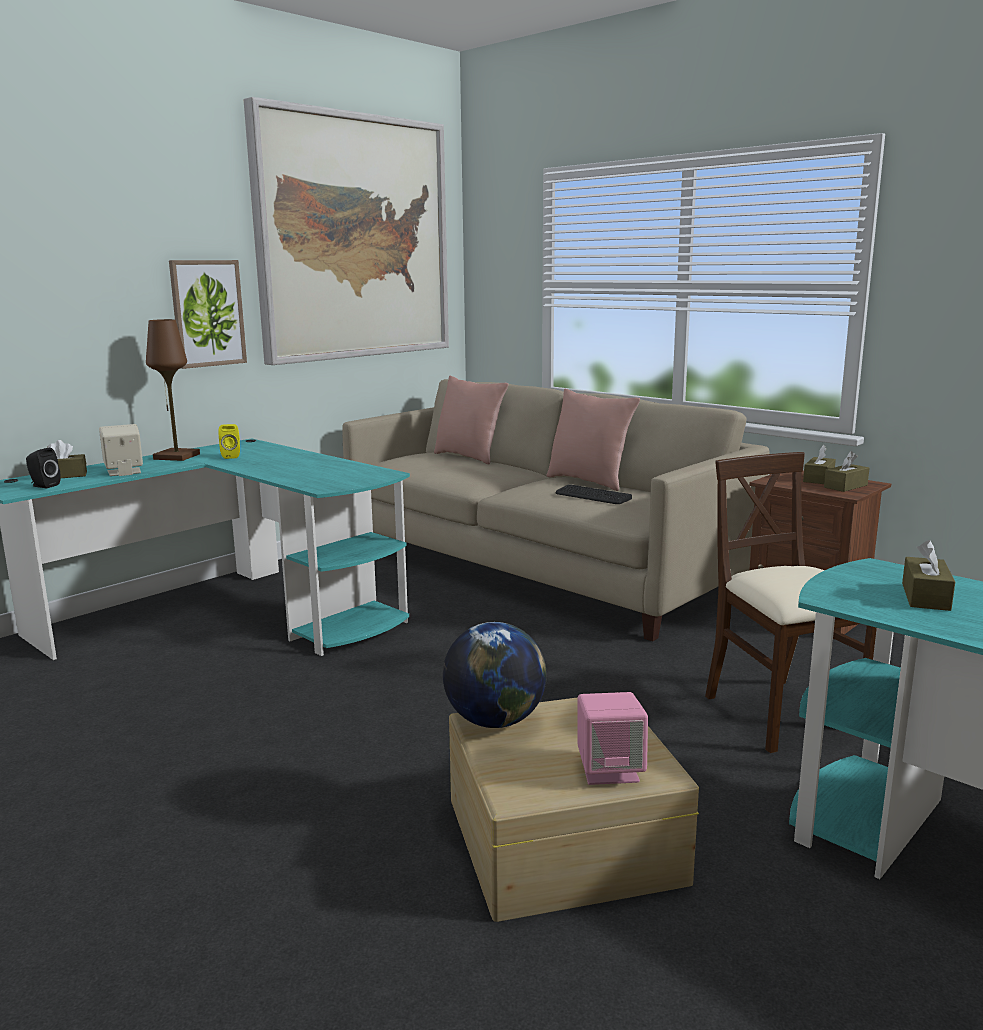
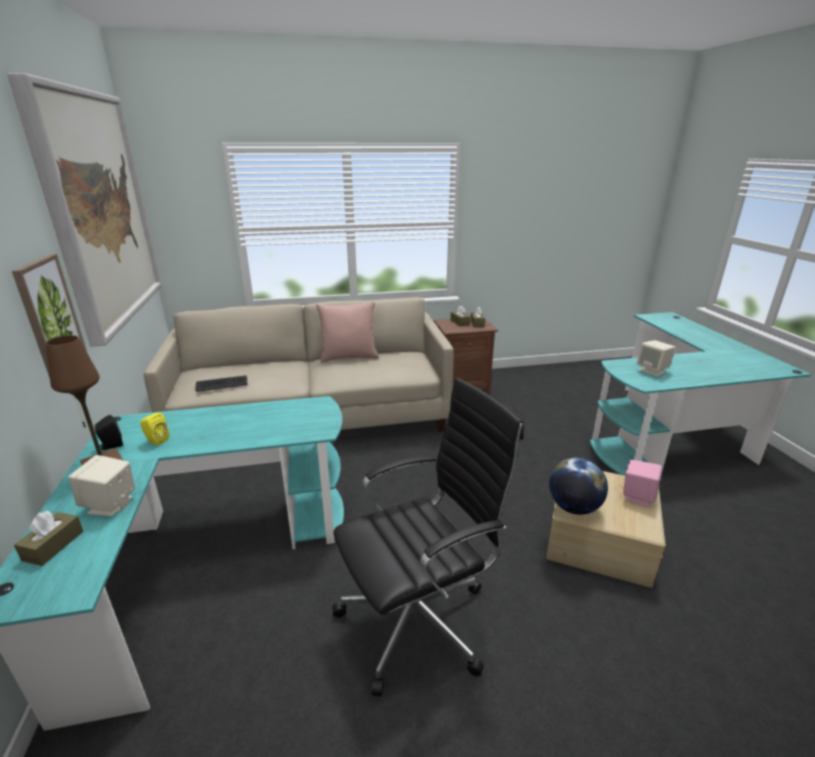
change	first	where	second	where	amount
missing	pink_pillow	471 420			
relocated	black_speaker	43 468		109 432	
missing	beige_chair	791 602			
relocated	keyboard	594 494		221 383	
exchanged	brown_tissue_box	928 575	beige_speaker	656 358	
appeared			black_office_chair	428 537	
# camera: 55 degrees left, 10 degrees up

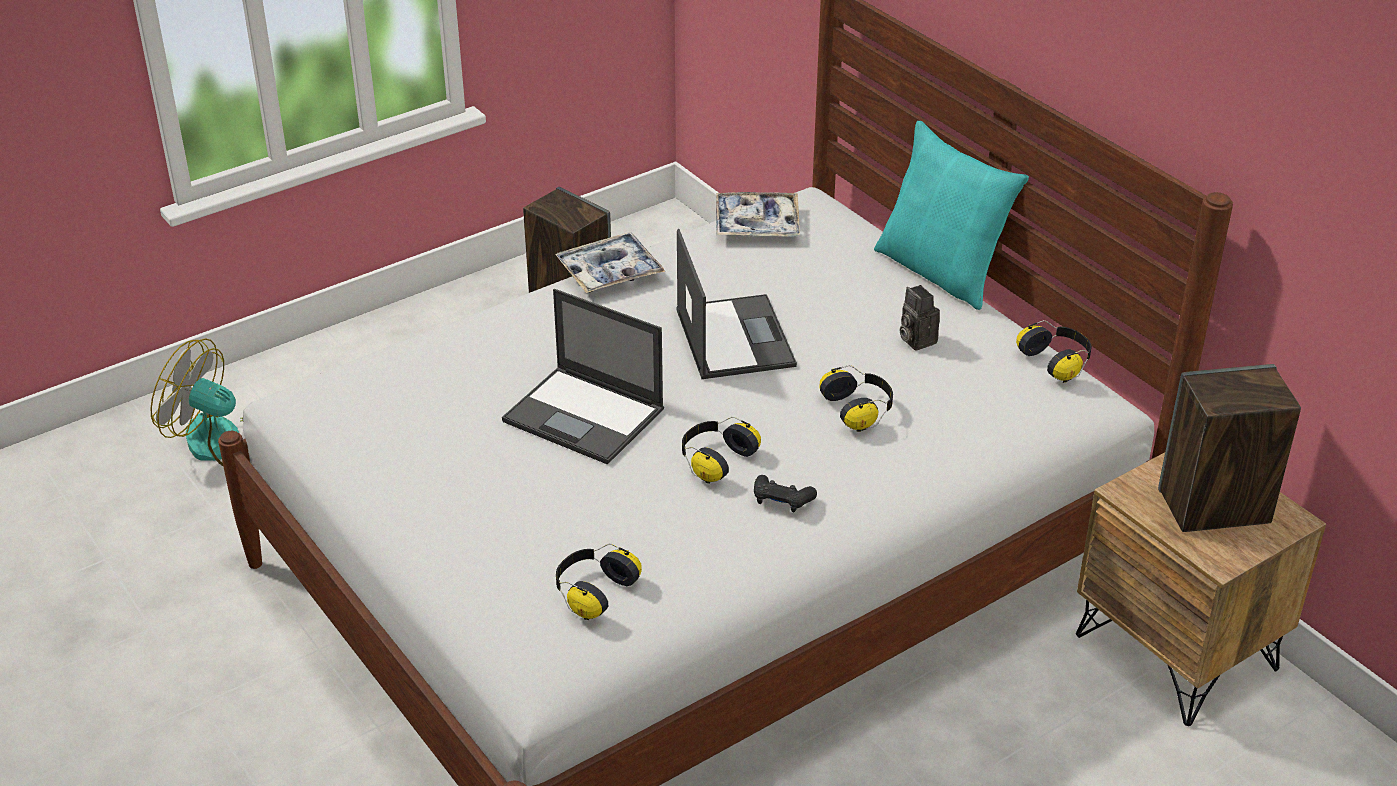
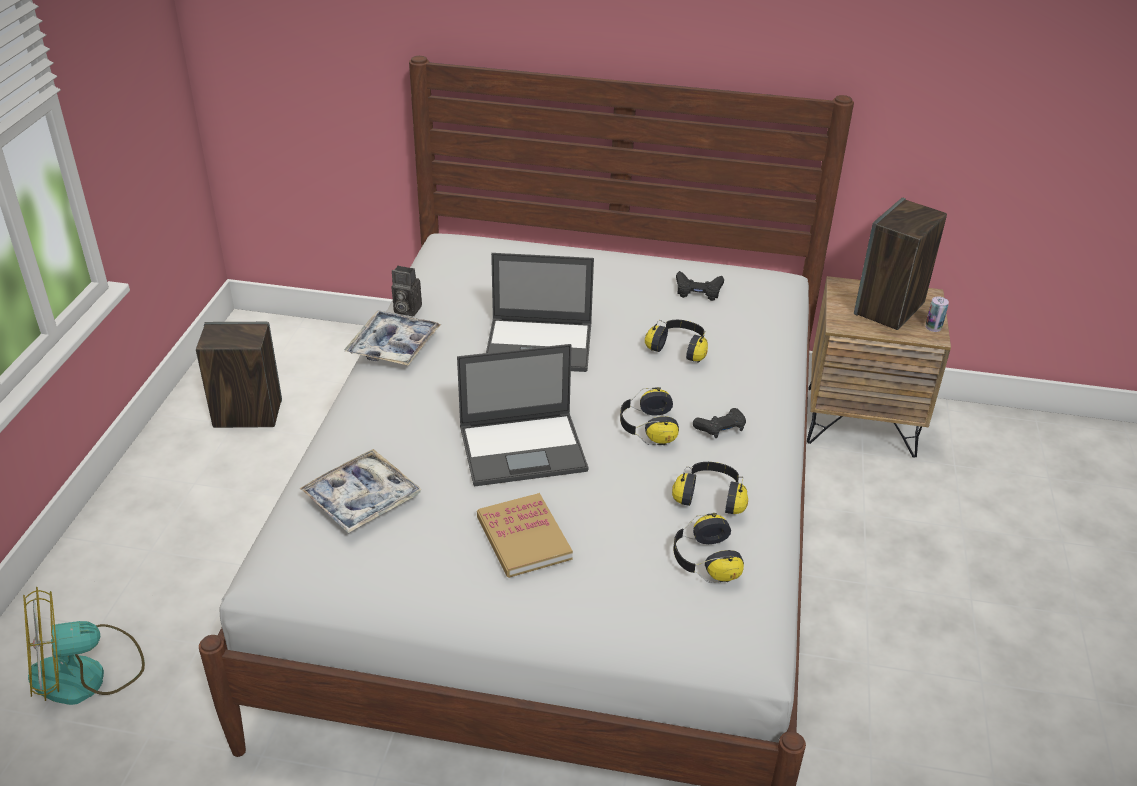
change	first	where	second	where	amount
missing	turquoise_pillow	951 215			
relocated	tray	758 214		360 491	
spun	laptop	736 304		540 312	150 degrees clockwise
relocated	photo_camera	919 318		406 291	
relocated	headphones	1054 351		710 488	
appeared			black_game_controller	700 286	
appeared			can	937 314	
appeared			book	525 535	
# camera: 45 degrees left, 0 degrees up

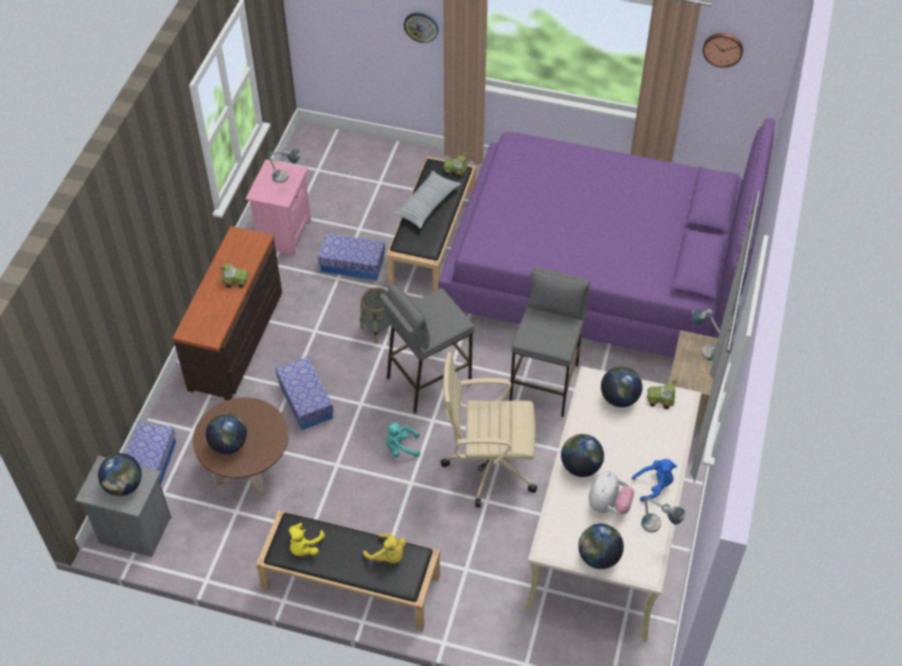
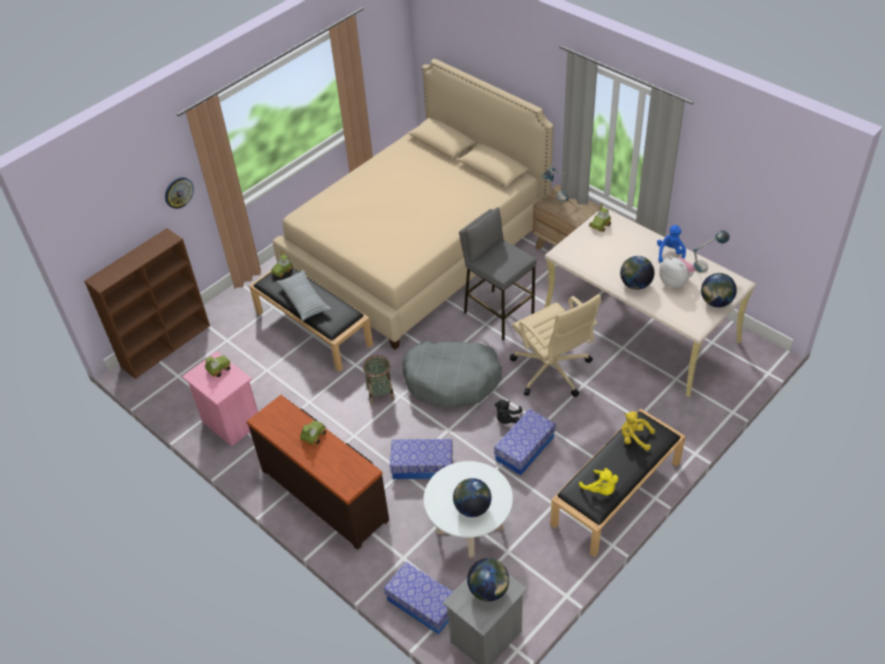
change	first	where	second	where	amount
missing	wall_clock	723 50			
colour	purple_bed	606 238	beige_bed	413 204	
exchanged	table_lamp	284 166	toy_car	217 366	
relocated	storage_box	351 257		525 442	
exchanged	grey_stool	427 349	grey_dog_bed	452 374	
spun	beige_office_chair	489 429		555 345	60 degrees counterclockwise
missing	globe	621 386			
colour	brown_coffee_table	241 447	white_coffee_table	468 509	
colour	turquoise_plush_toy	402 439	black_plush_toy	508 412	
spun	yellow_plush_toy	384 548		638 431	135 degrees counterclockwise
appeared			brown_bookcase	147 303	
# camera: 60 degrees left, 5 degrees down

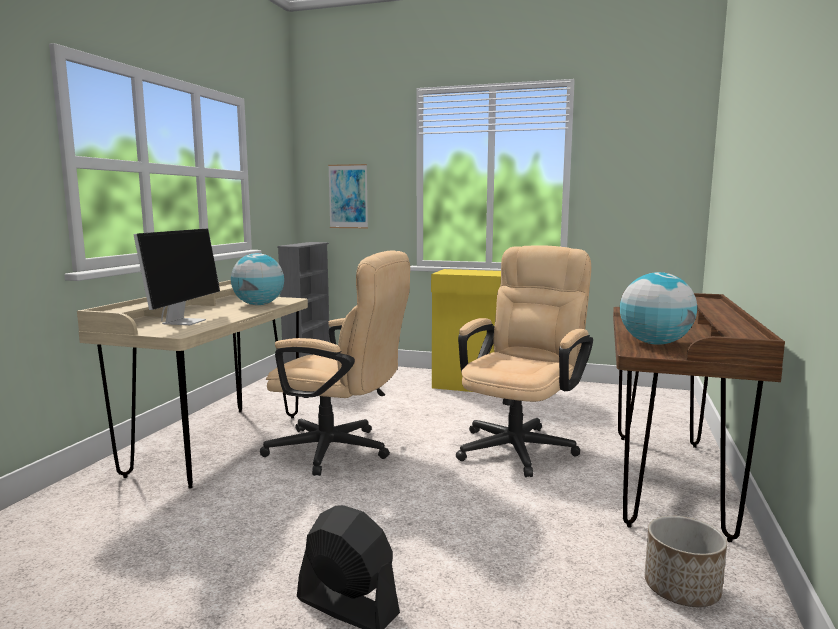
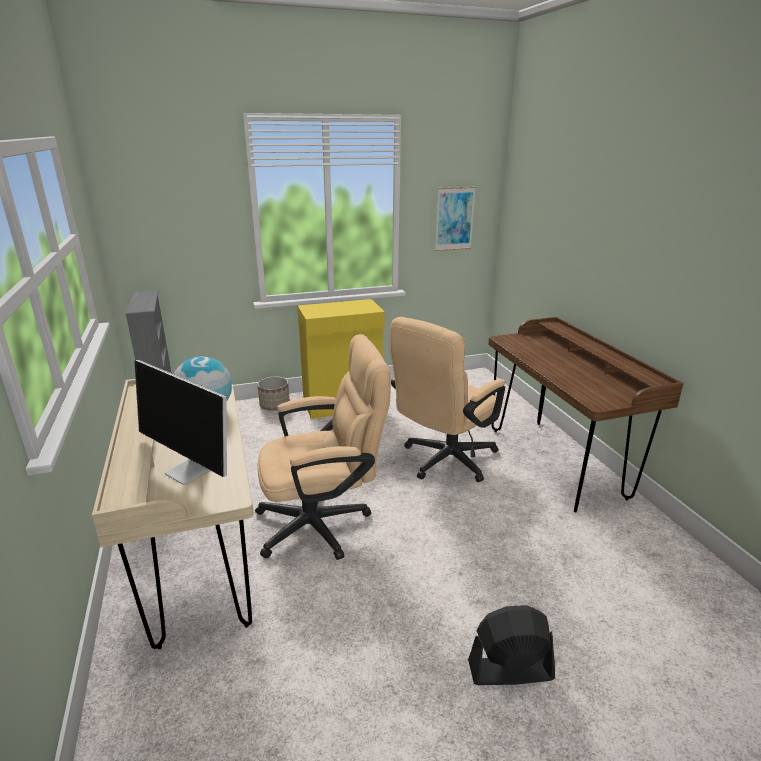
change	first	where	second	where	amount
relocated	picture	348 196		455 219	
spun	monitor	177 276		180 422	150 degrees clockwise
spun	beige_office_chair	524 361		447 399	135 degrees counterclockwise
missing	globe	658 308			
relocated	planter	686 561		273 394	
# camera: 35 degrees left, 15 degrees up

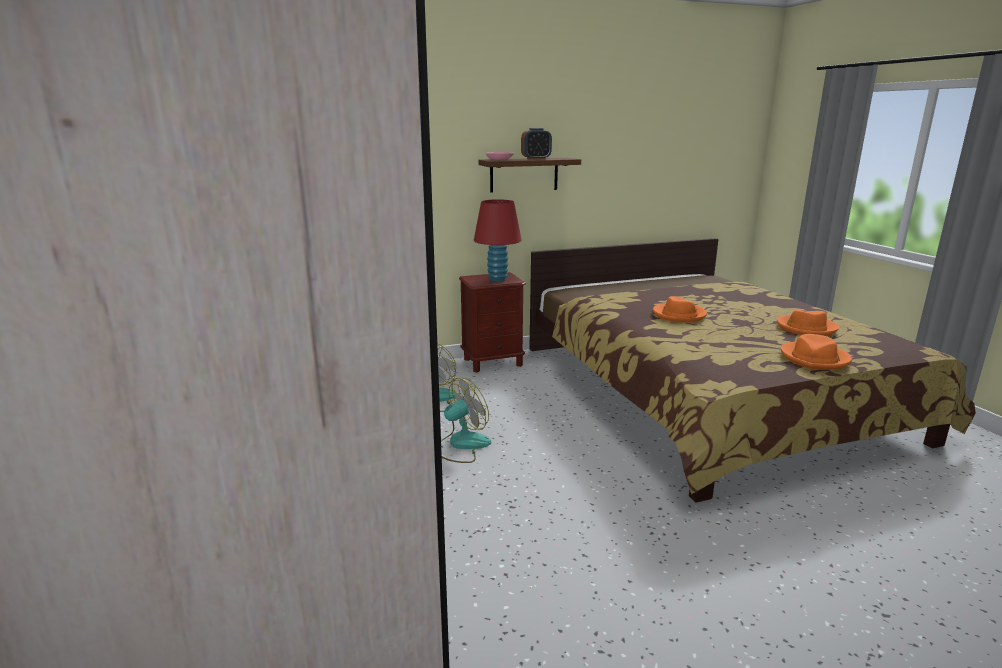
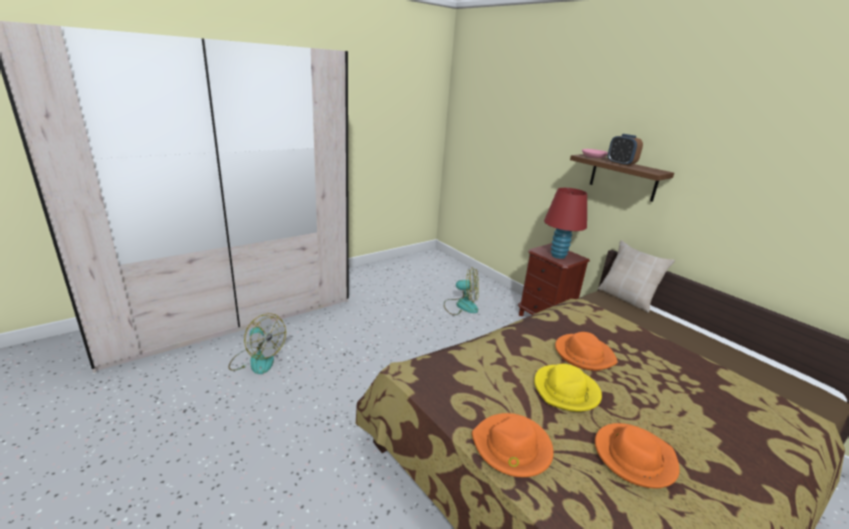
change	first	where	second	where	amount
relocated	fan	466 420		257 343	
appeared			beige_pillow	636 276	
appeared			yellow_hat	568 388	
# camera: 70 degrees right, 5 degrees up

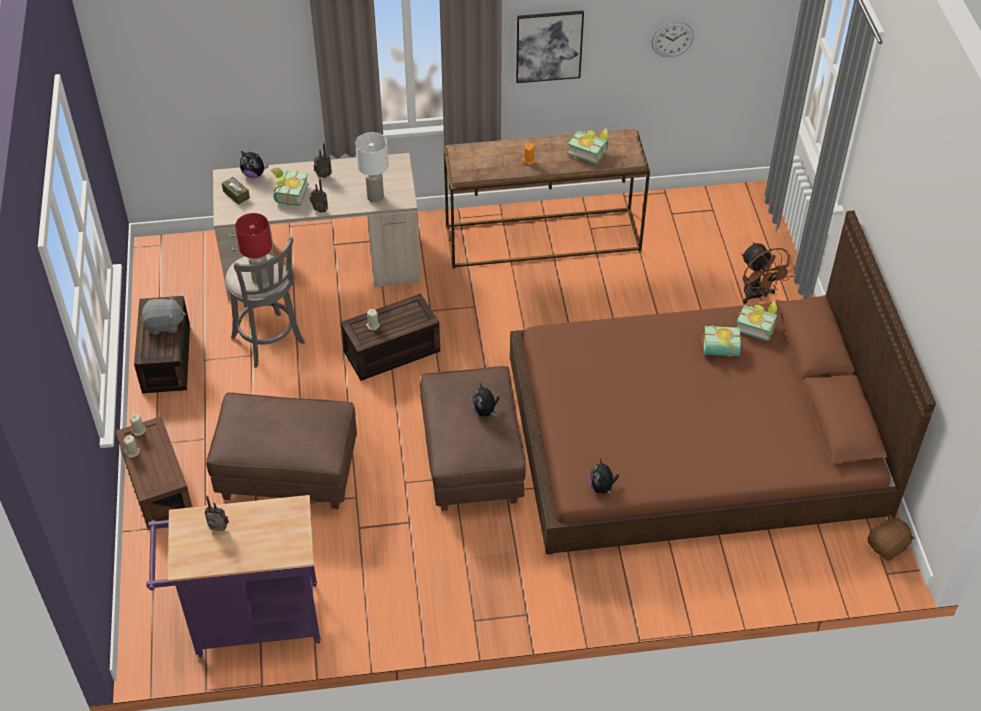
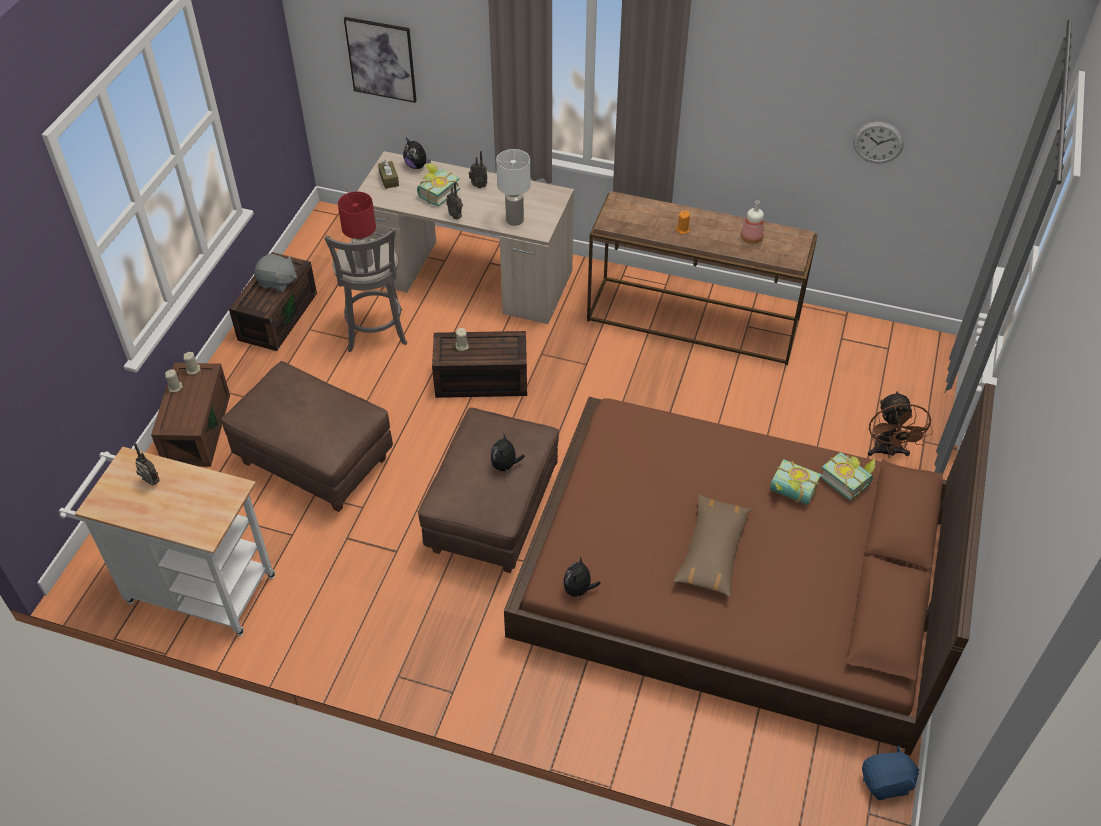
change	first	where	second	where	amount
relocated	picture	550 47		380 60	
exchanged	book	587 146	bottle	752 222	
colour	purple_cart	233 576	white_cart	167 541	
colour	brown_plush_toy	891 537	blue_plush_toy	890 772	
appeared			brown_pillow	712 545	
# camera: 25 degrees right, 0 degrees up

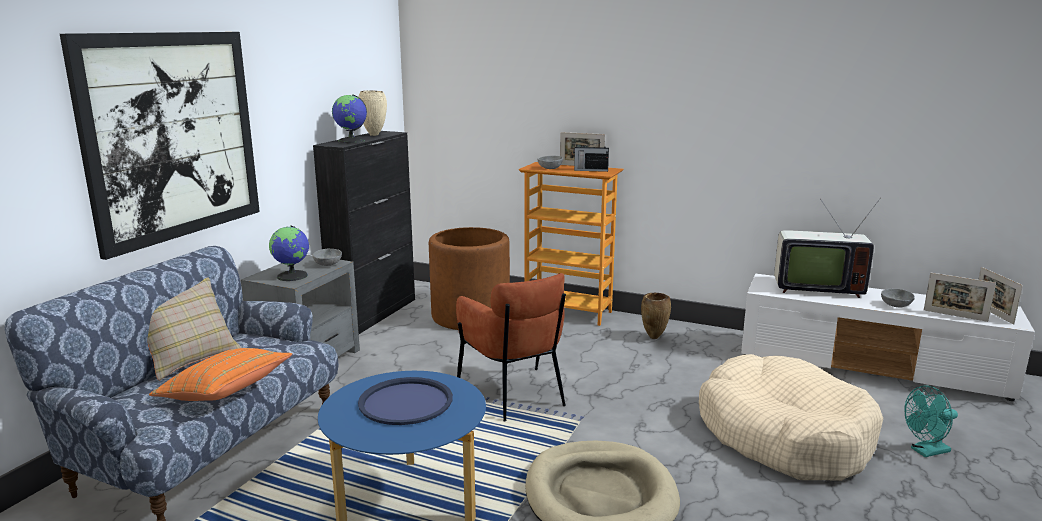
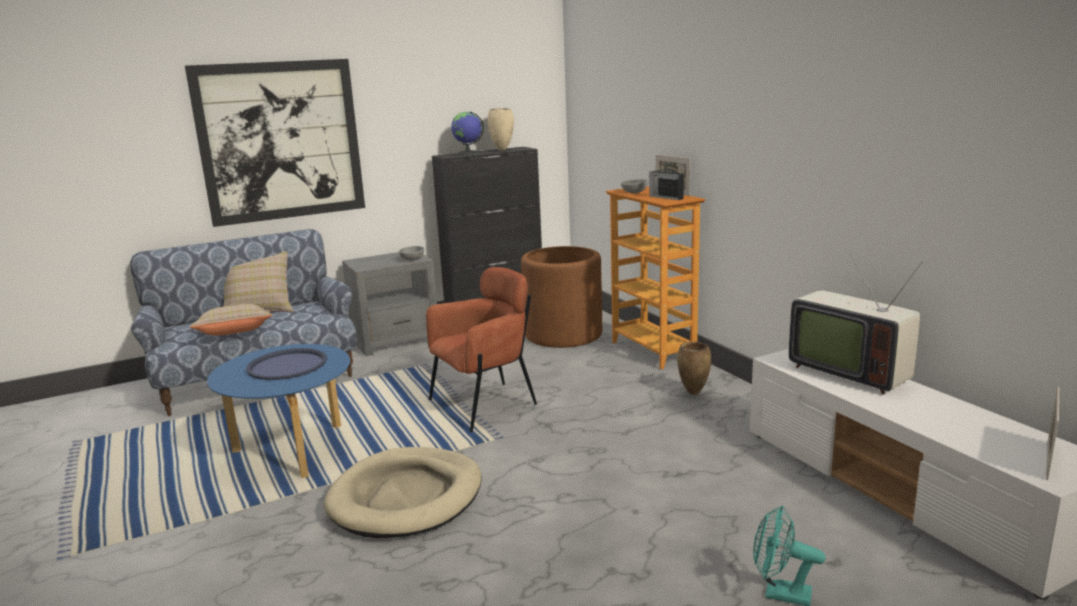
change	first	where	second	where	amount
missing	globe	289 253			
missing	picture_frame	960 297			
spun	brown_armchair	511 347		481 349	135 degrees counterclockwise
missing	grey_bowl	898 298			
colour	orange_pillow	220 374	beige_pillow	230 320	
missing	beige_dog_bed	791 417			
# camera: 40 degrees right, 0 degrees up

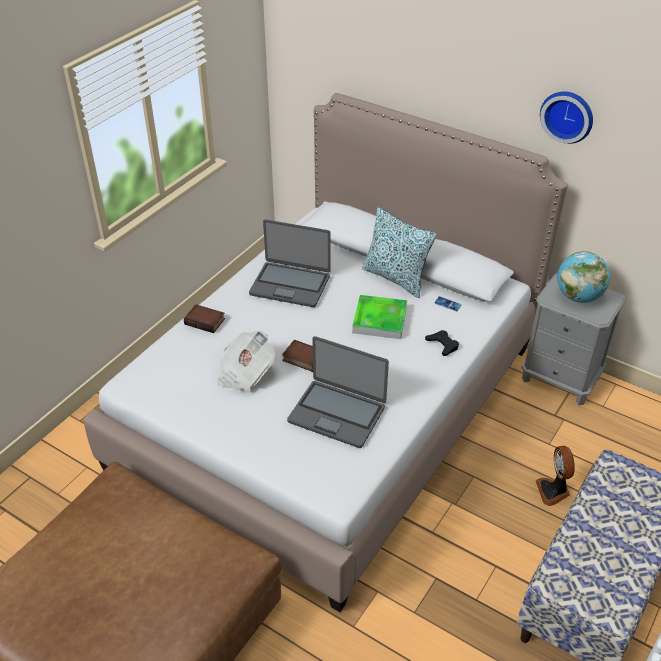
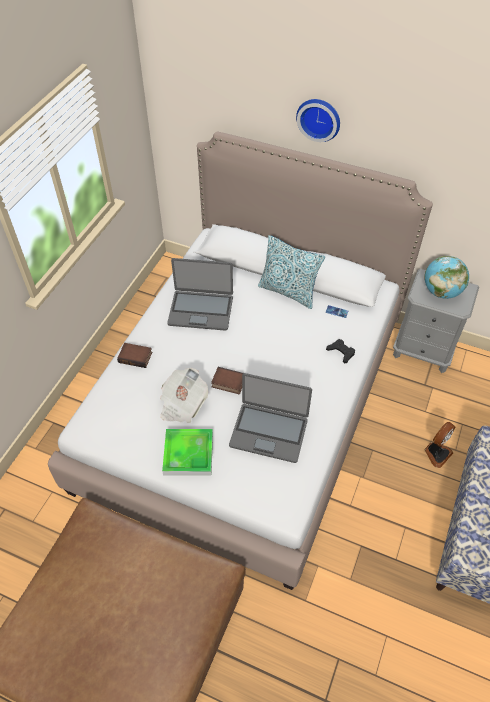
change	first	where	second	where	amount
relocated	wall_clock	566 117		318 120	
relocated	tray	379 317		187 452	
spun	fan	555 476		440 445	120 degrees counterclockwise
# camera: 10 degrees left, 10 degrees up

